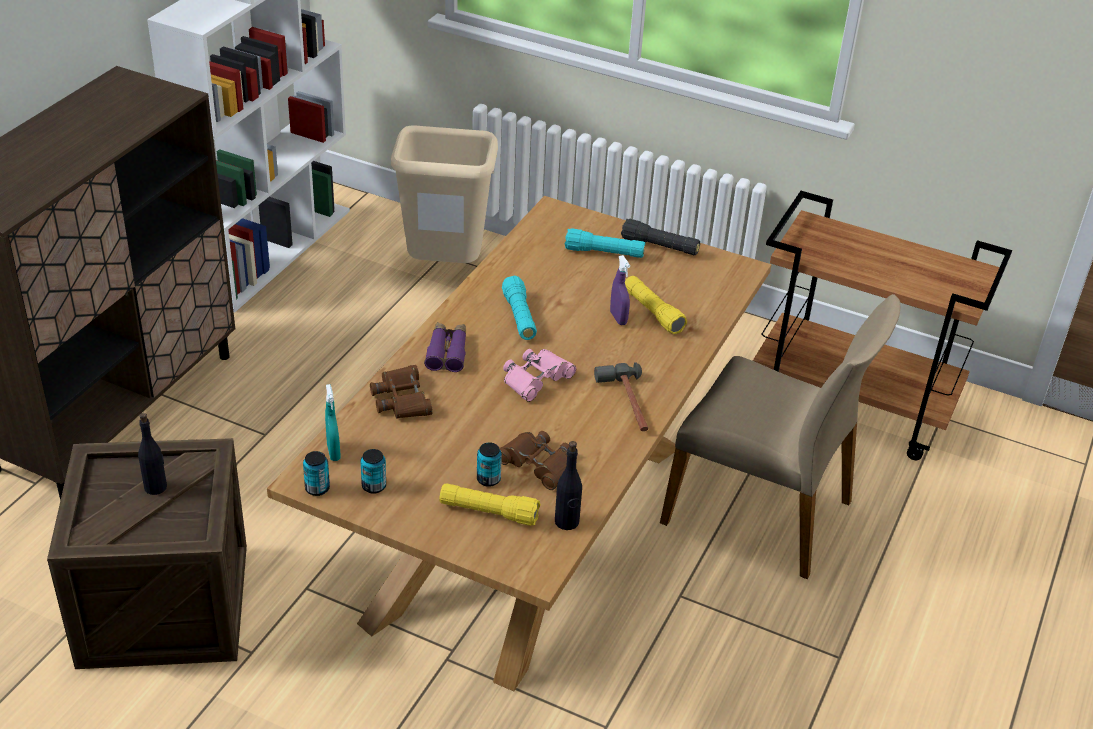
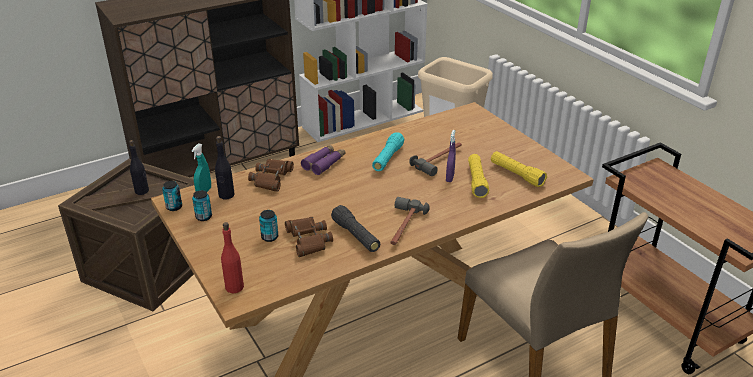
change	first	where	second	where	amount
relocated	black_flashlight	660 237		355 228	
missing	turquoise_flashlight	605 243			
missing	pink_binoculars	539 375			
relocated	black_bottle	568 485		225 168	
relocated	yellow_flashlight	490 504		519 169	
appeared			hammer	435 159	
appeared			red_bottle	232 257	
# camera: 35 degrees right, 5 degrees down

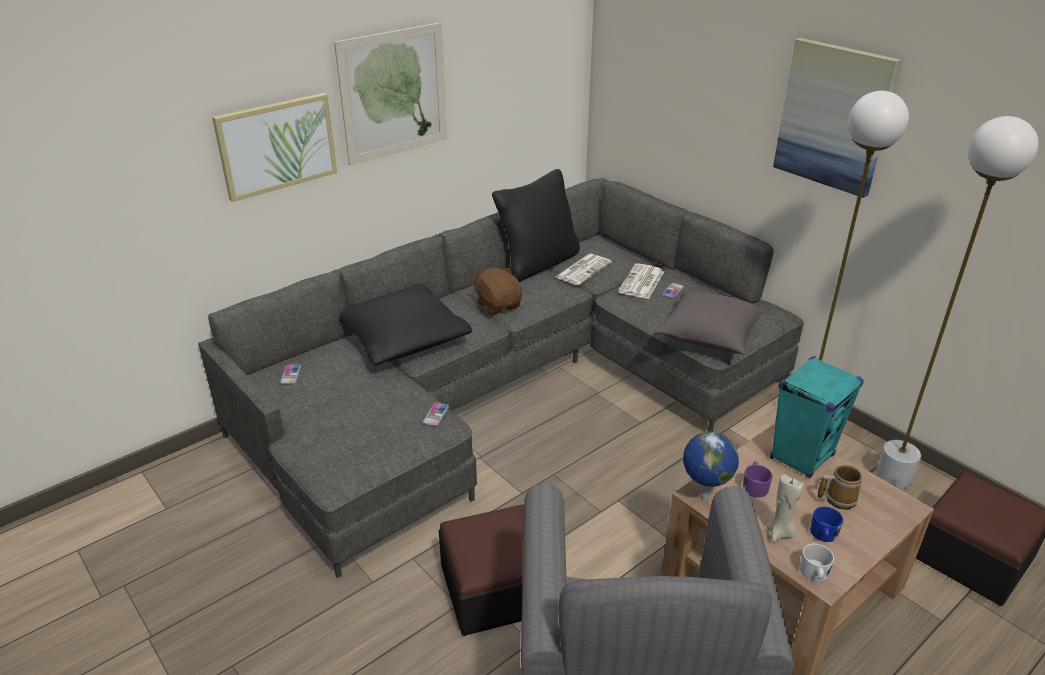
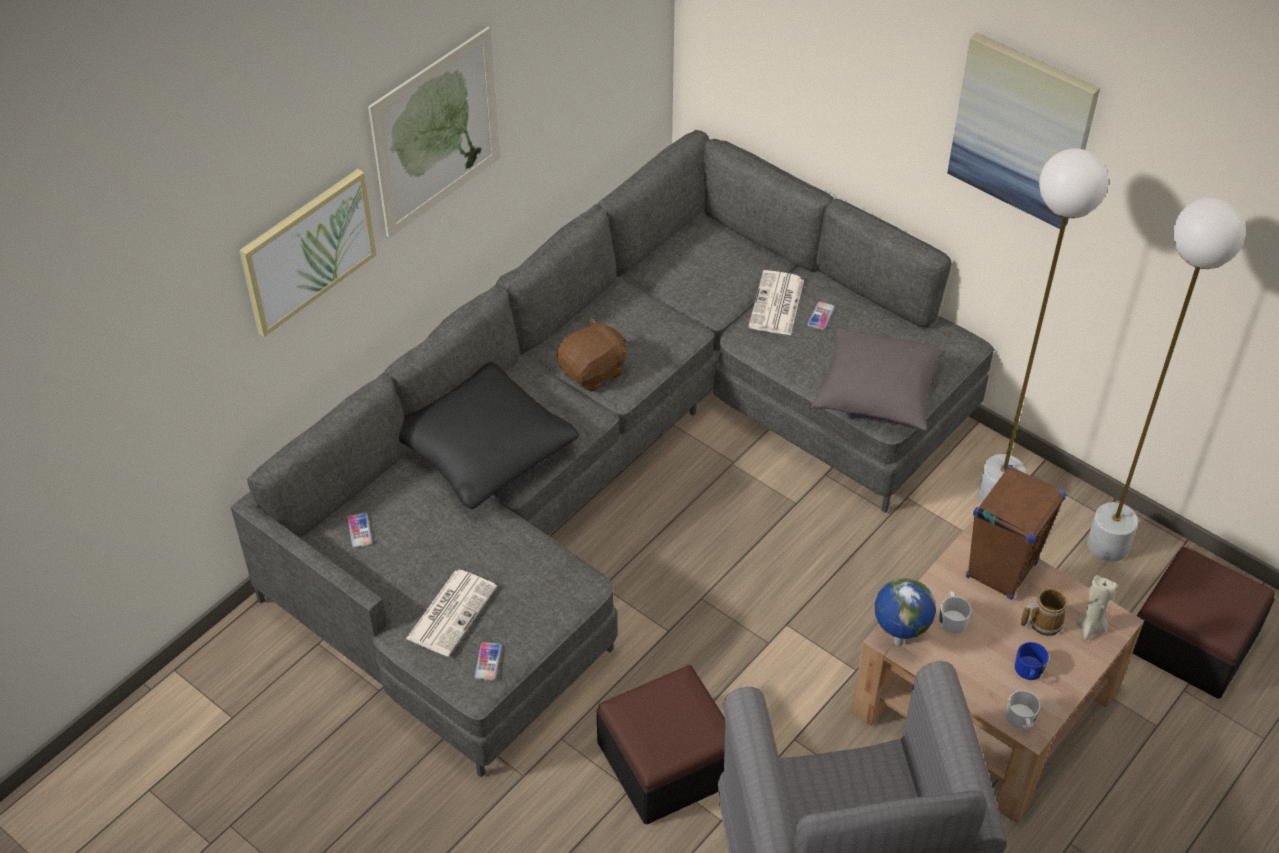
change	first	where	second	where	amount
missing	black_pillow	536 225			
relocated	newspaper	584 269		451 613	
spun	brown_plush_toy	497 291		592 355	90 degrees clockwise
colour	turquoise_speaker	817 417	brown_speaker	1016 532	
relocated	phone	436 414		488 661	
colour	purple_mug	758 479	white_mug	955 612	
relocated	beige_candle	785 508		1096 607	
# camera: 10 degrees left, 15 degrees up

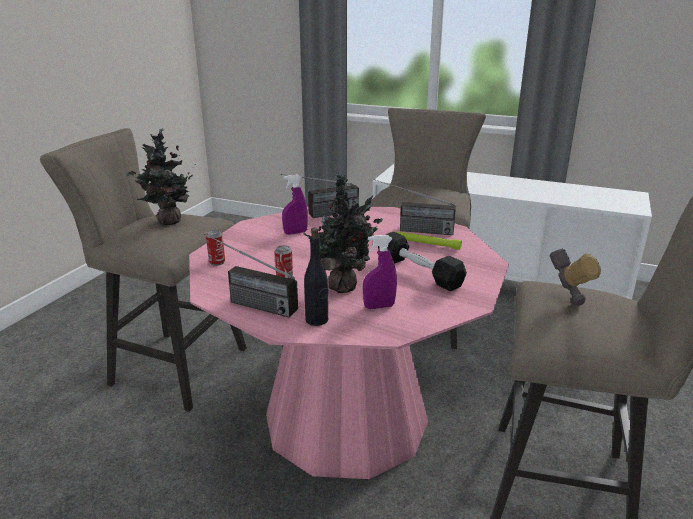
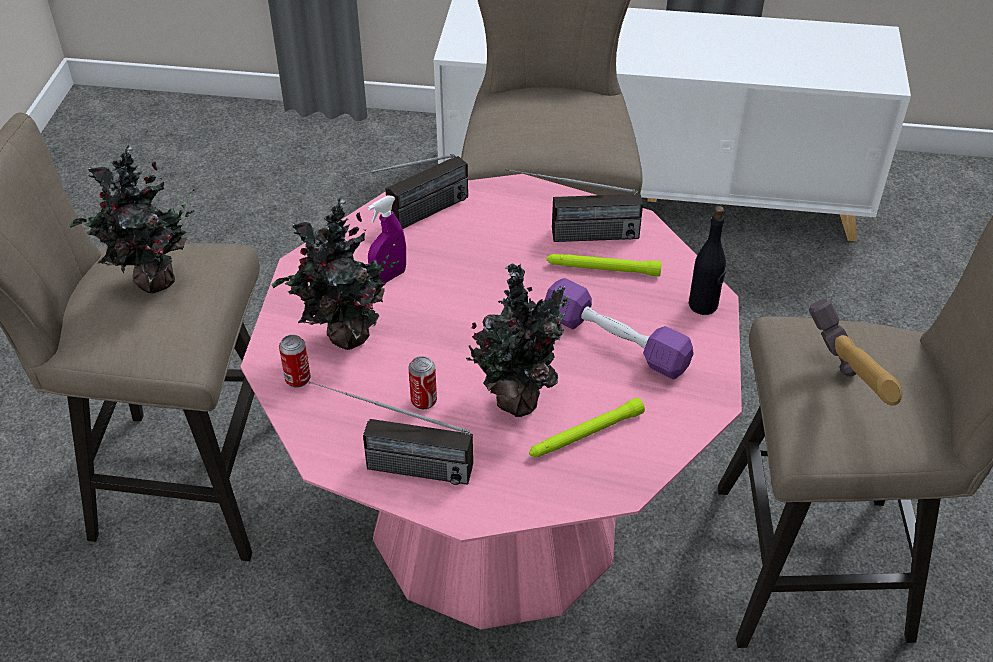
change	first	where	second	where	amount
relocated	black_bottle	316 277		707 260	
colour	black_dumbbell	422 261	purple_dumbbell	619 328	
exchanged	purple_spray_bottle	380 272	green_flashlight	587 427	
appeared			potted_plant	336 273	
# camera: 15 degrees left, 20 degrees up

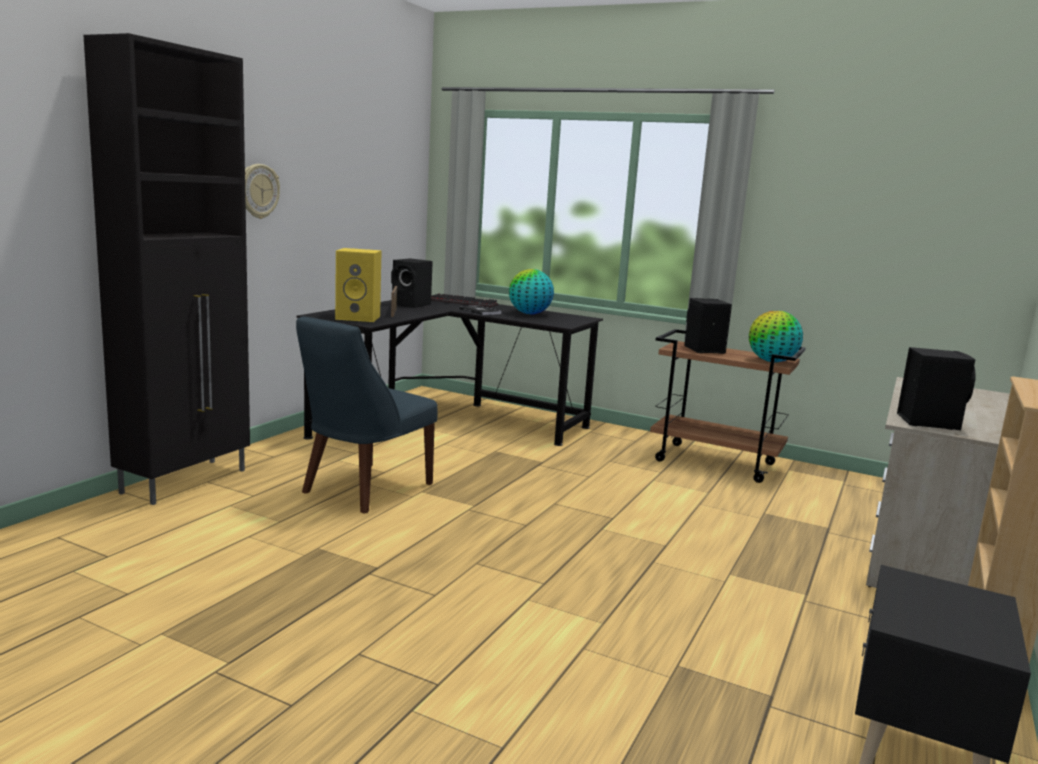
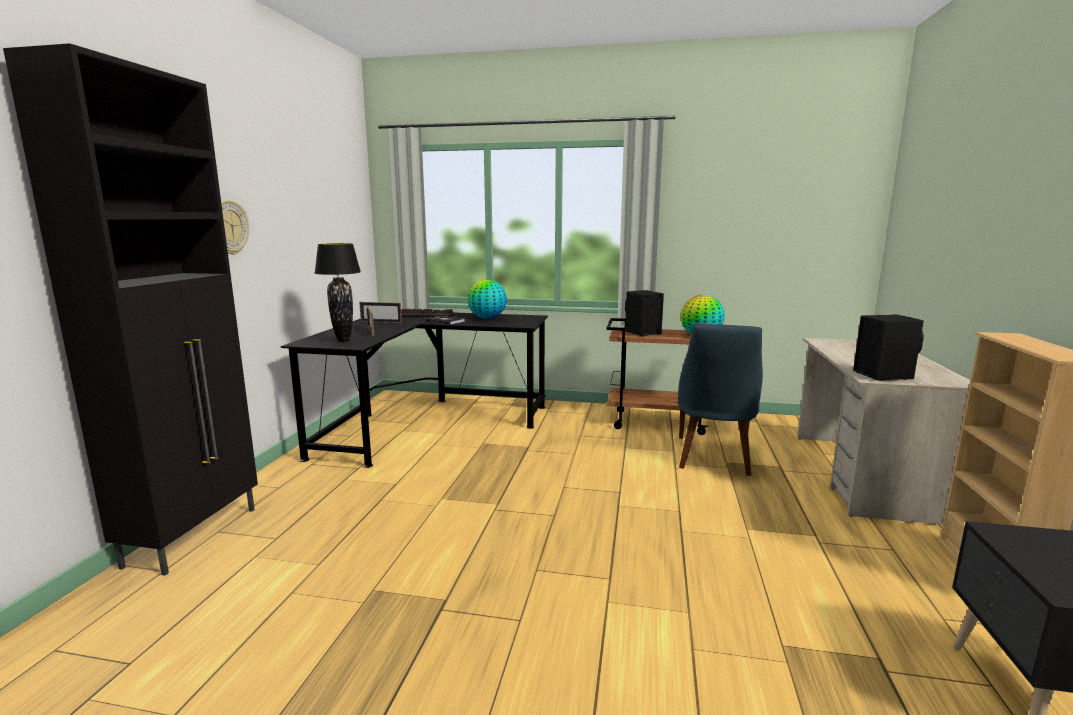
change	first	where	second	where	amount
exchanged	yellow_speaker	358 285	black_table_lamp	337 292	
exchanged	black_speaker	412 283	picture_frame	380 312	
relocated	blue_chair	367 415		720 400	
# camera: 15 degrees left, 0 degrees up

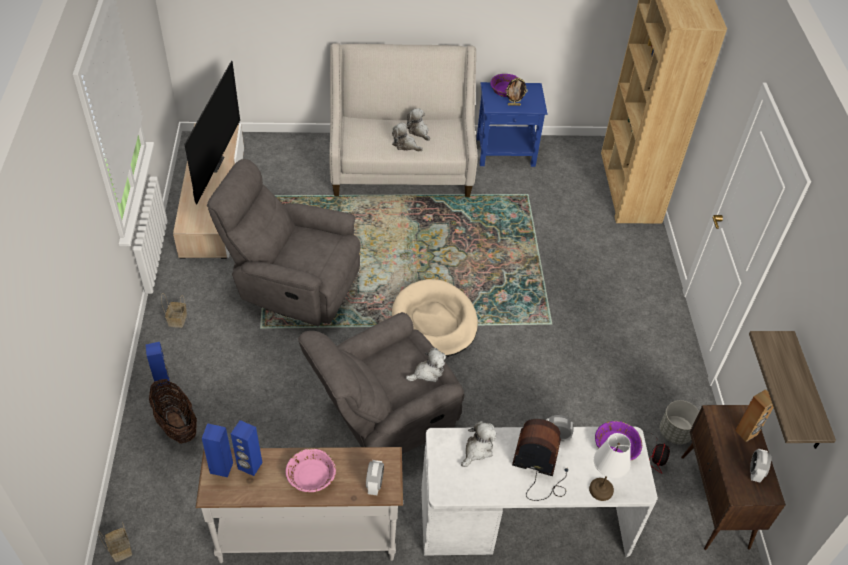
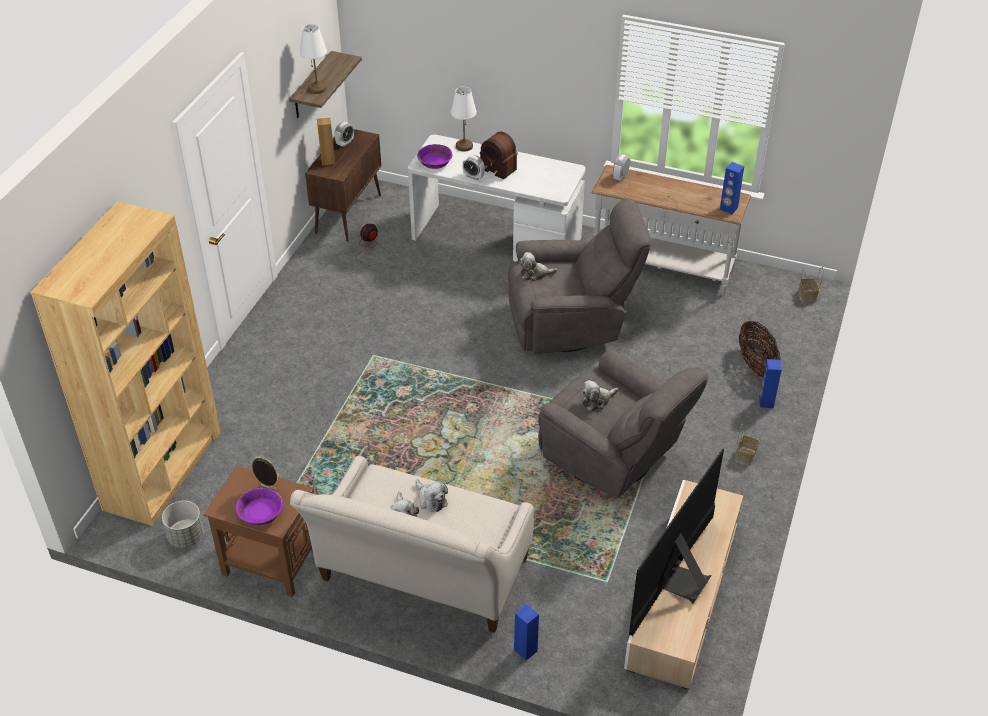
change	first	where	second	where	amount
colour	blue_side_table	512 124	brown_side_table	258 531	
missing	beige_dog_bed	435 318			
relocated	grey_planter	679 422		183 524	
relocated	blue_speaker	246 448		526 632	
relocated	plush_toy	479 444		600 395	
missing	pink_bowl	310 470			
appeared			white_table_lamp	313 59	
# camera: 155 degrees left, 5 degrees down

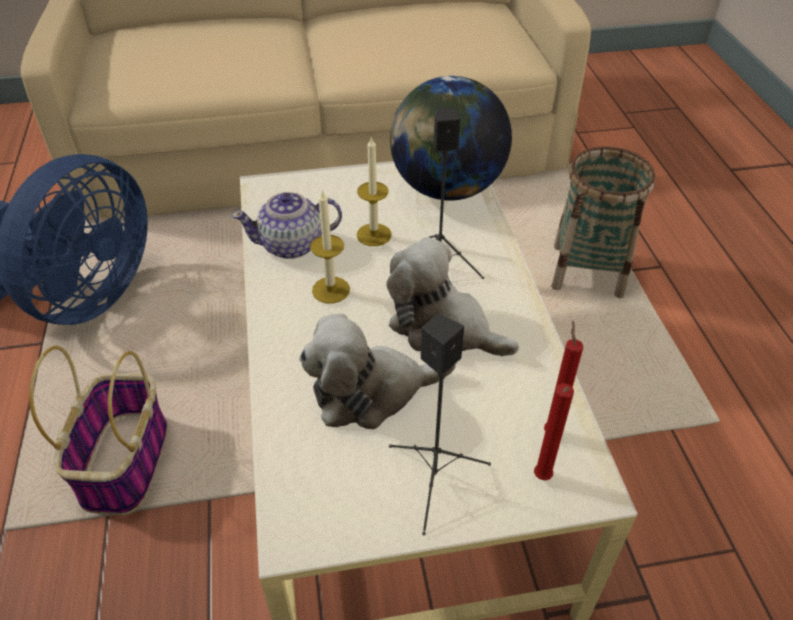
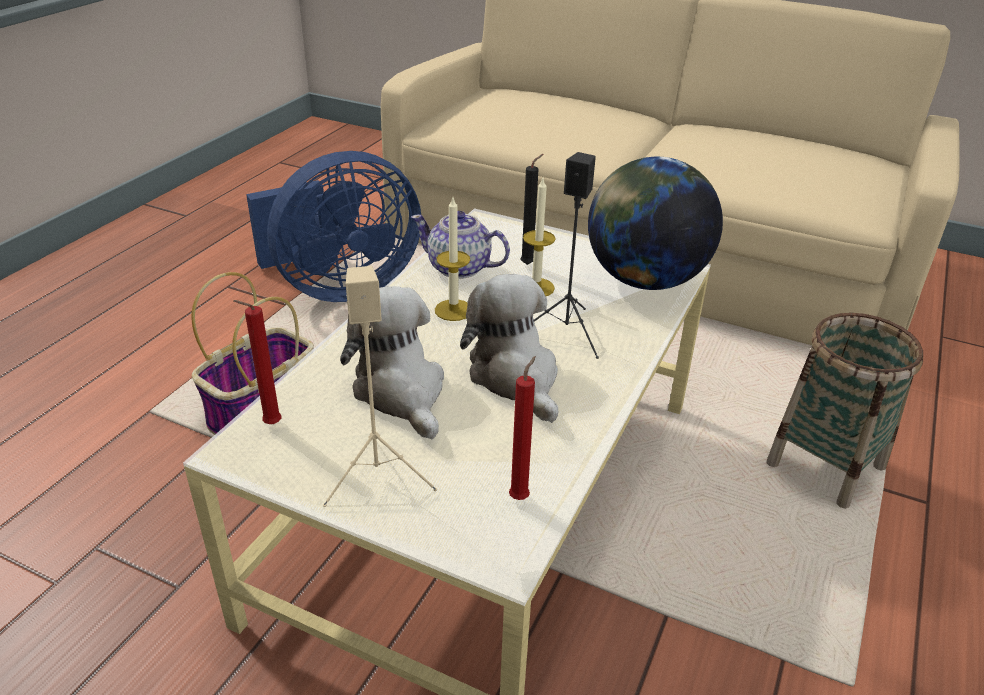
change	first	where	second	where	amount
colour	black_speaker	440 424	beige_speaker	380 386	
spun	plush_toy	377 371		392 363	45 degrees clockwise
relocated	red_candle	554 432		257 362	
appeared			black_candle	532 209	
# camera: 35 degrees right, 10 degrees down

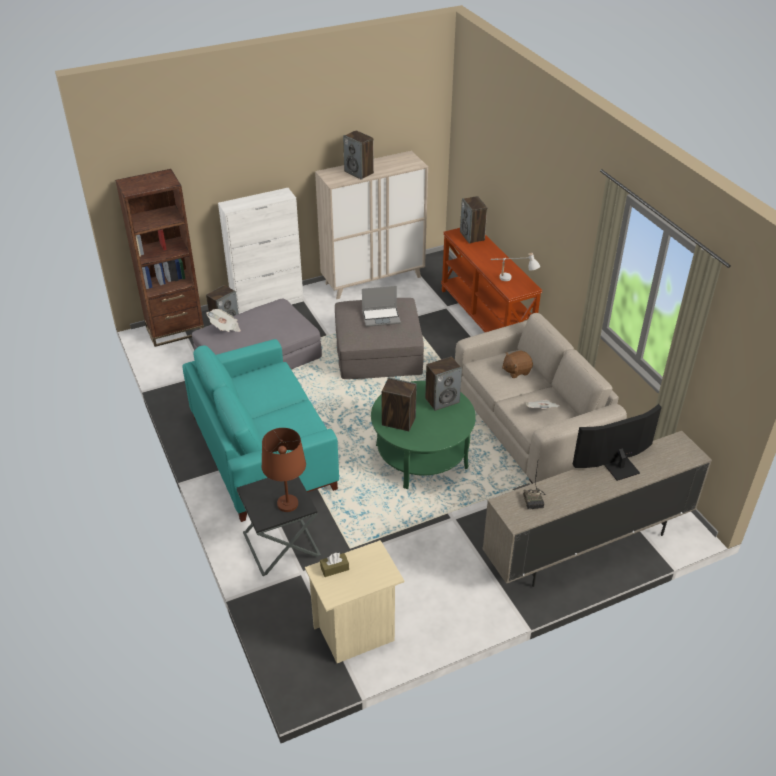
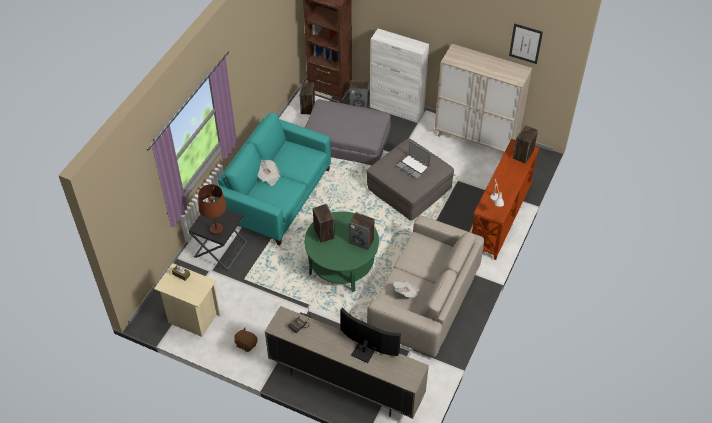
change	first	where	second	where	amount
relocated	speaker	358 155		307 98	
relocated	newspaper	223 320		269 173	
relocated	brown_plush_toy	517 364		246 340	
appeared			picture	526 43	
# camera: 50 degrees right, 10 degrees up

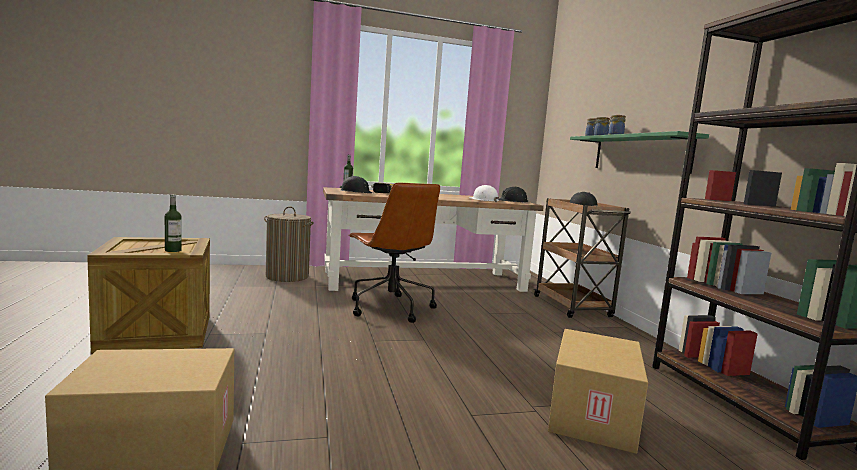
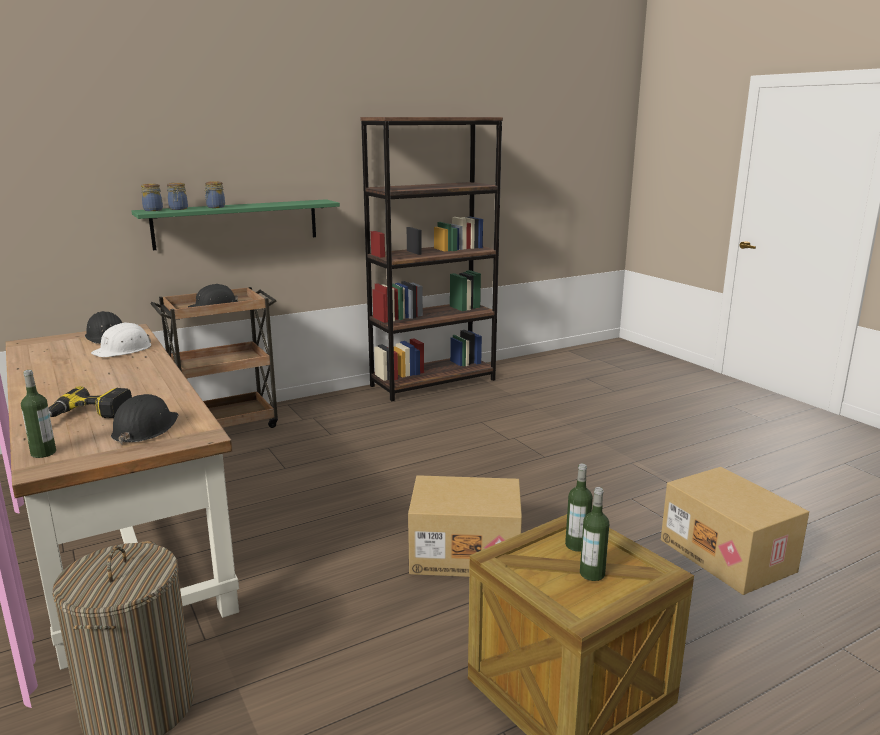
change	first	where	second	where	amount
missing	brown_office_chair	394 253			
relocated	cardboard_box	598 391		465 526	
appeared			bottle	594 534	
# camera: 105 degrees left, 10 degrees up

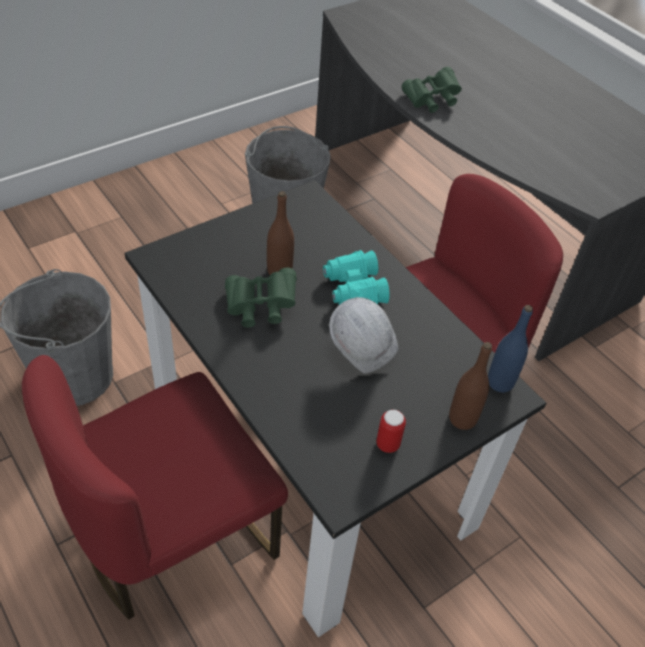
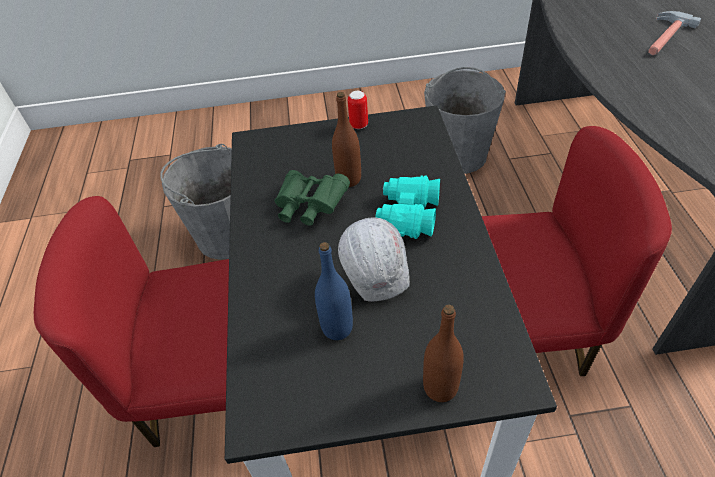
change	first	where	second	where	amount
missing	green_binoculars	432 90			
relocated	blue_bottle	510 349		334 291	
relocated	can	391 431		358 110	
appeared			hammer	674 33	
# camera: 35 degrees right, 0 degrees up

